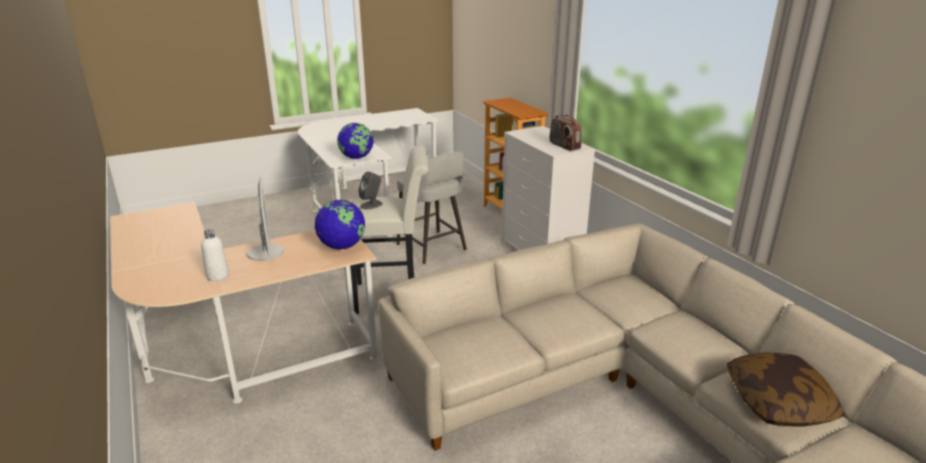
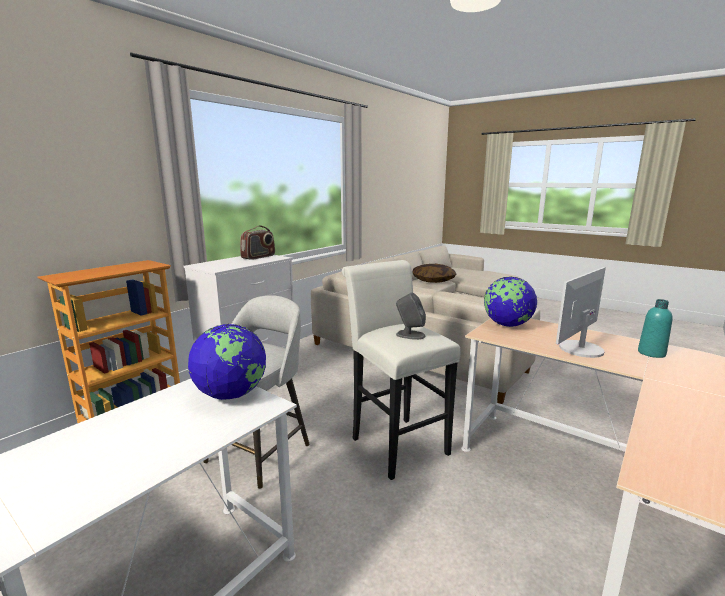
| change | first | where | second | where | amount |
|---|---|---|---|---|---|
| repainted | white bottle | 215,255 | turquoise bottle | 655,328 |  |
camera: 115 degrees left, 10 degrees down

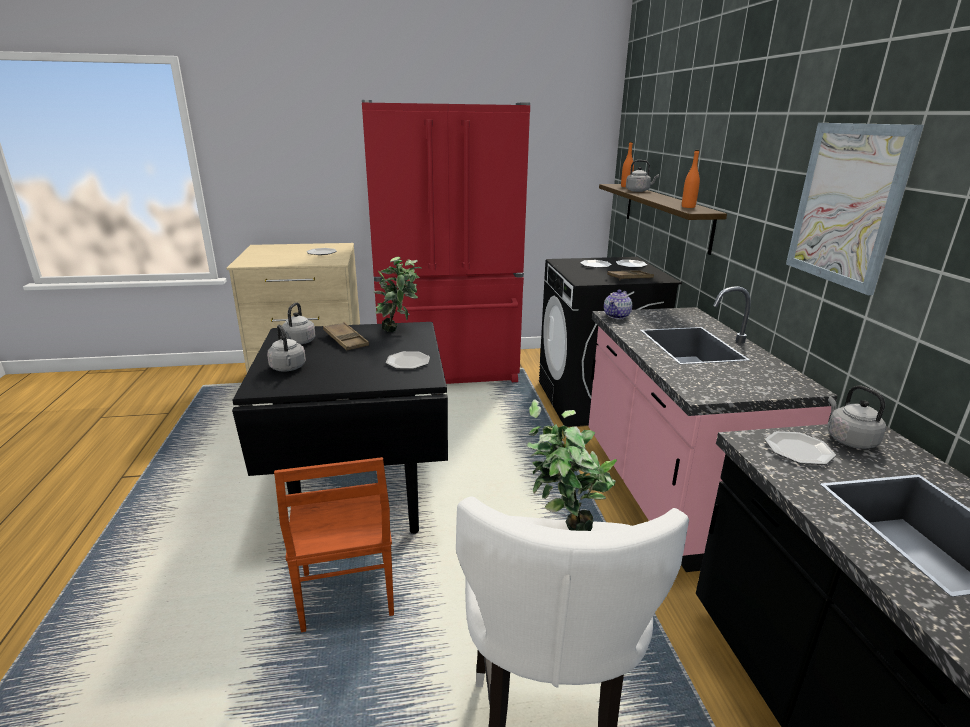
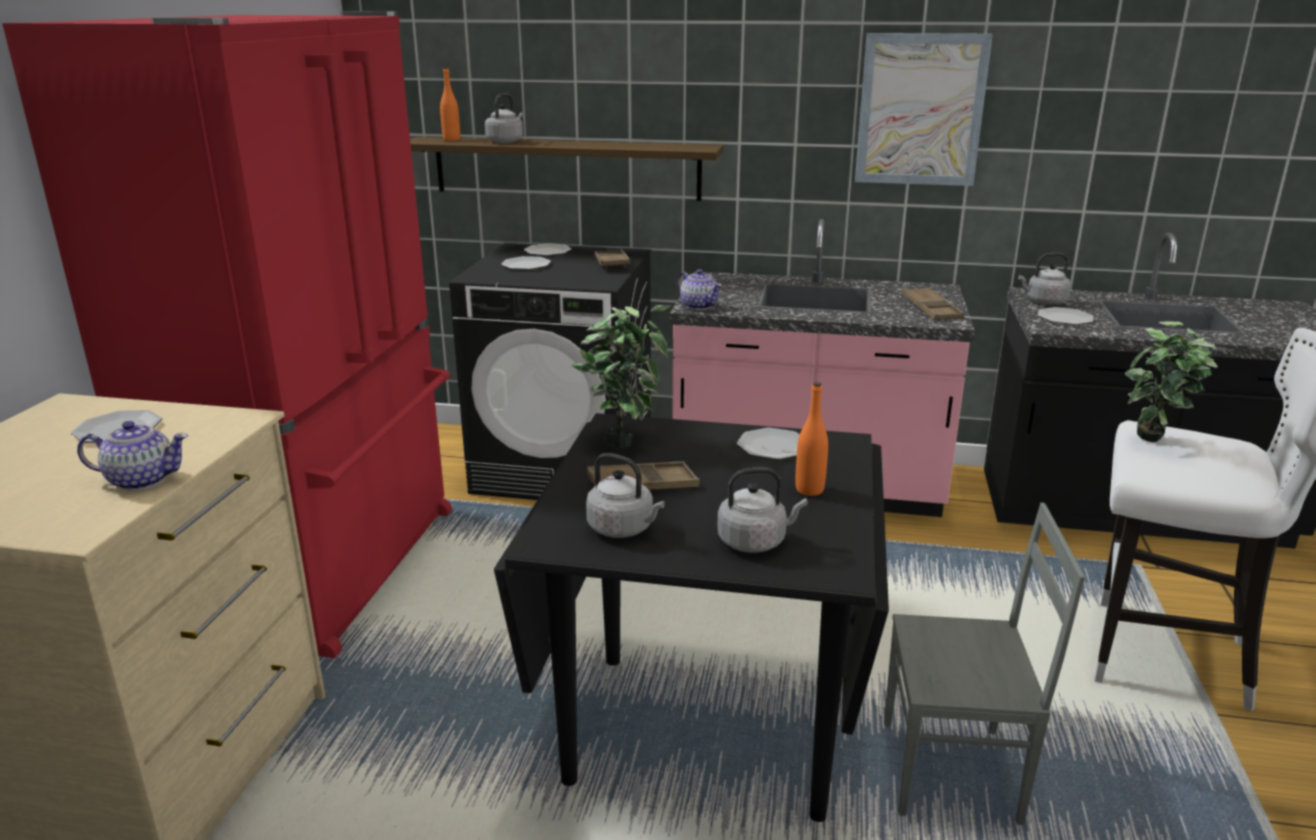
| change | first | where | second | where | amount |
|---|---|---|---|---|---|
| shifted | orange bottle | 691,179 |  | 811,439 |  |
| repainted | brown chair | 334,544 | grey chair | 984,664 |  |
| new |  |  | brown tray | 932,303 |  |
| new |  |  | teapot | 132,456 |  |
camera: 70 degrees left, 0 degrees up

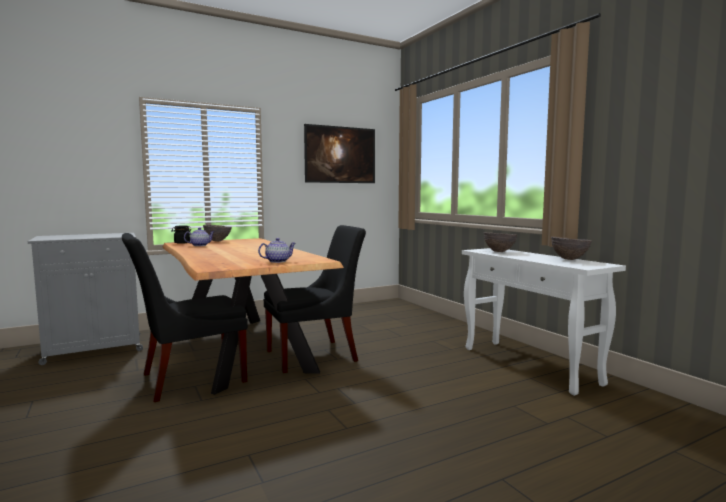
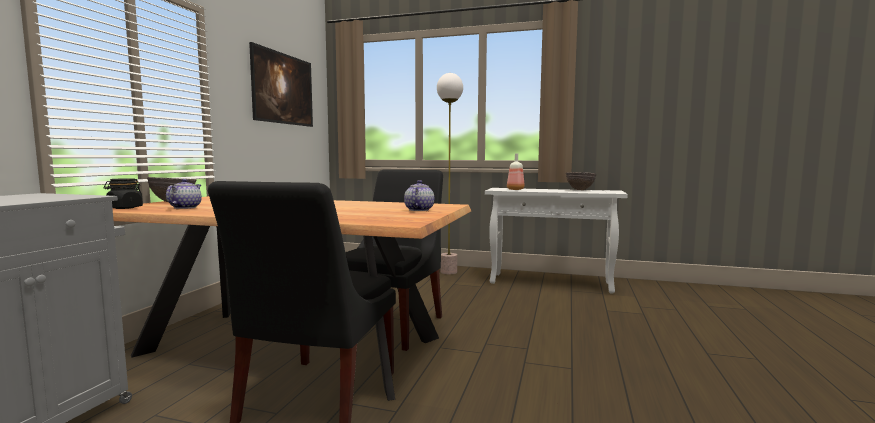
| change | first | where | second | where | amount |
|---|---|---|---|---|---|
| swapped | brown bowl | 500,242 | bottle | 516,171 |  |
| new |  |  | floor lamp | 450,173 |  |
camera: 45 degrees left, 0 degrees up

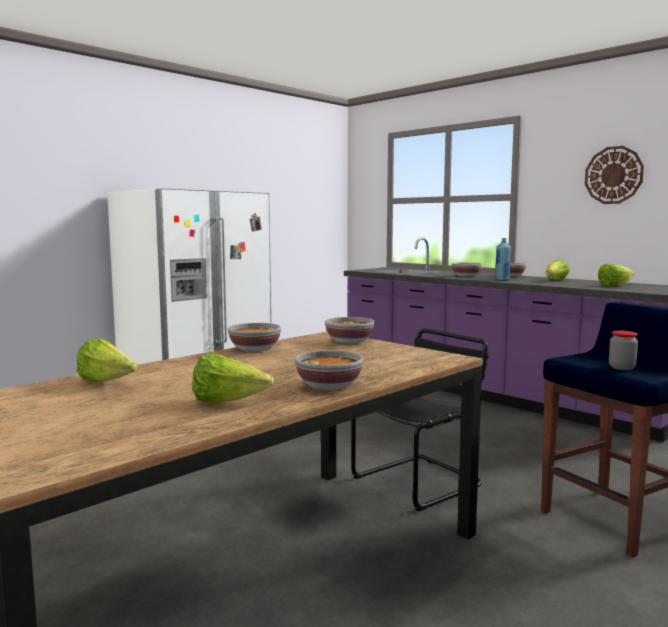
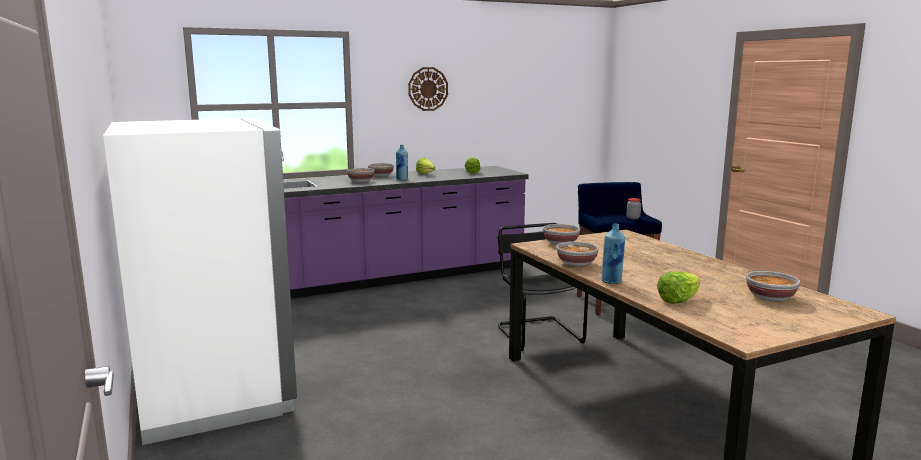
| change | first | where | second | where | amount |
|---|---|---|---|---|---|
| shifted | bowl | 329,370 |  | 773,286 |  |
| gone | lettuce | 233,378 |  |  |  |
| new |  |  | blue bottle | 613,254 |  |
camera: 70 degrees left, 5 degrees up

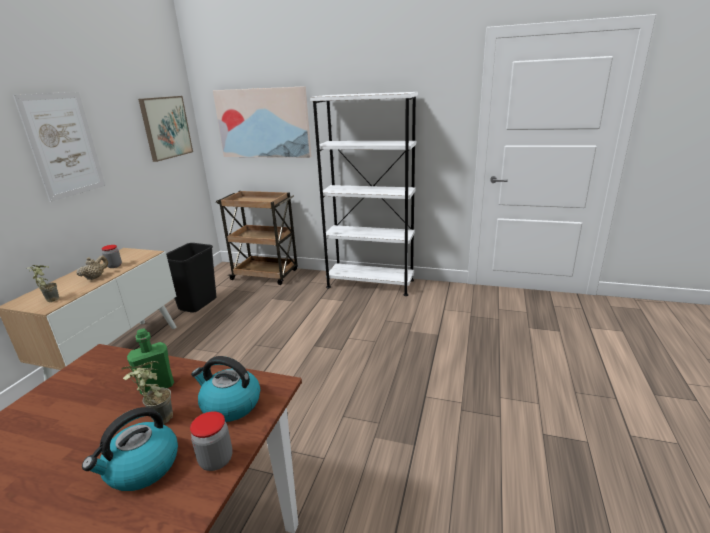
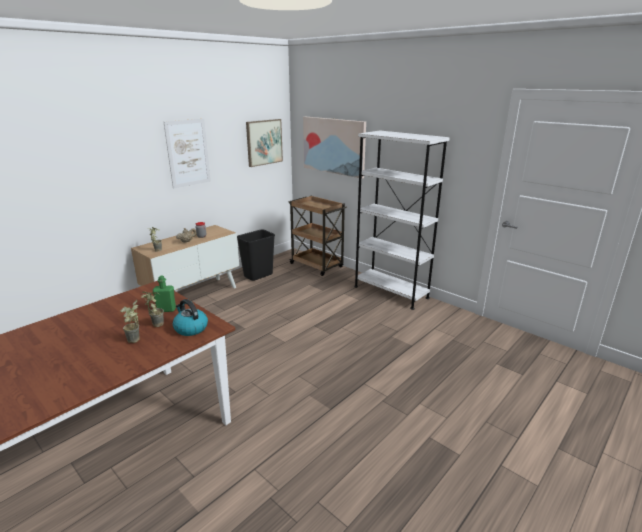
| change | first | where | second | where | amount |
|---|---|---|---|---|---|
| swapped | kettle | 130,449 | potted plant | 129,321 |  |
| gone | jar | 211,441 |  |  |  |
camera: 25 degrees right, 0 degrees up

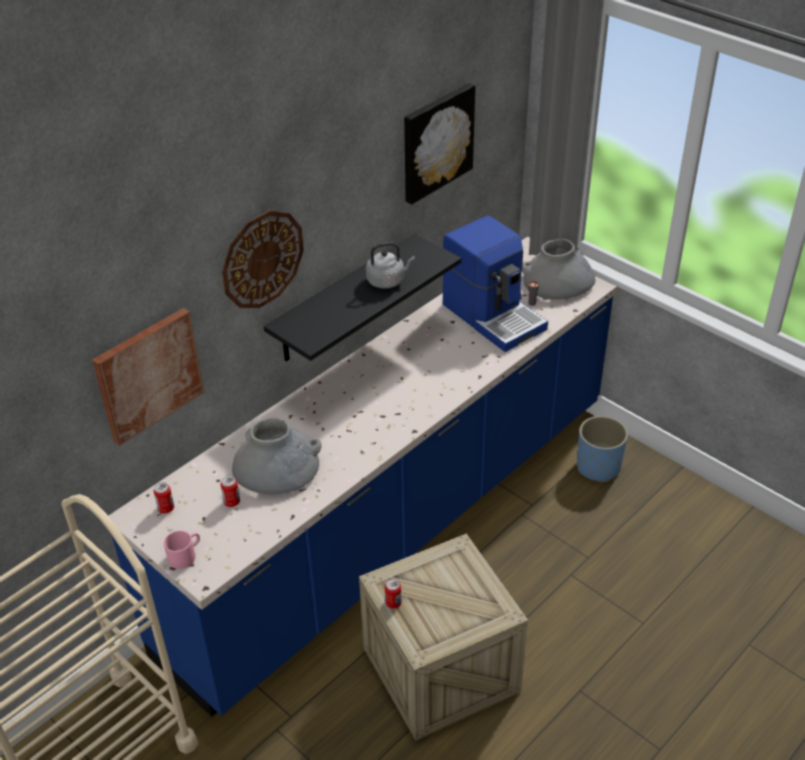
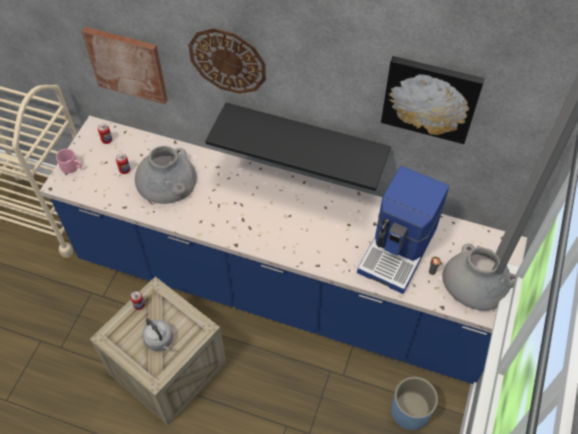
| change | first | where | second | where | amount |
|---|---|---|---|---|---|
| shifted | grey kettle | 390,265 |  | 157,334 |  |
camera: 65 degrees right, 15 degrees up

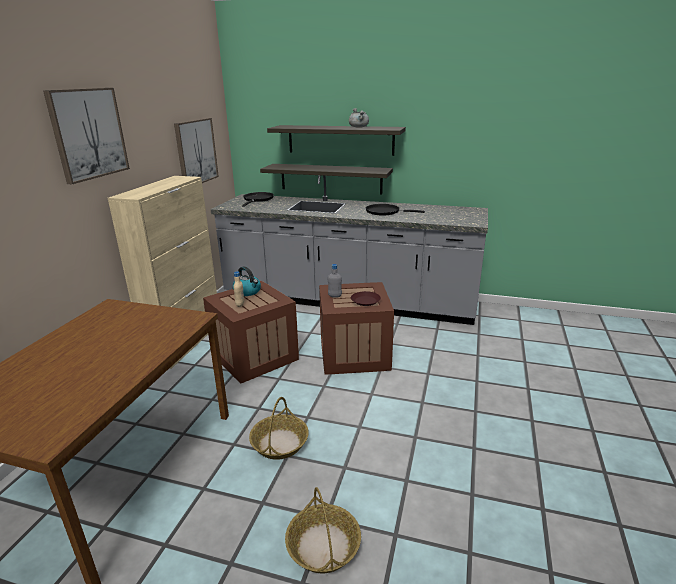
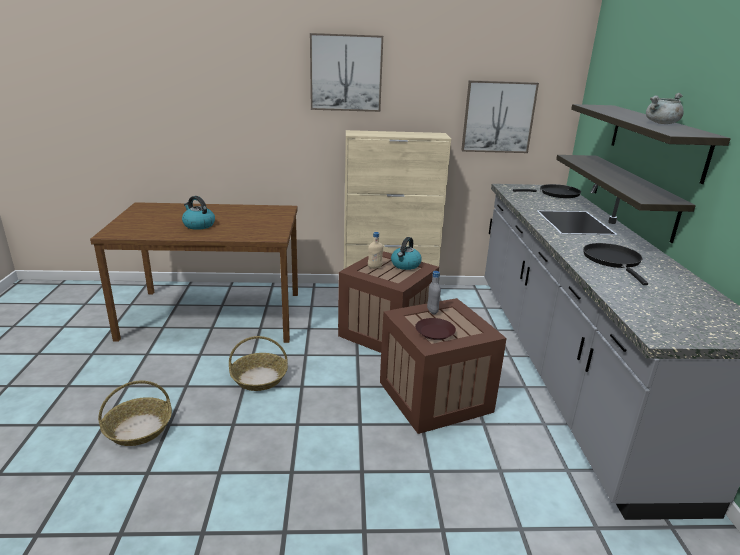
| change | first | where | second | where | amount |
|---|---|---|---|---|---|
| new |  |  | kettle | 198,213 |  |
camera: 70 degrees right, 0 degrees up

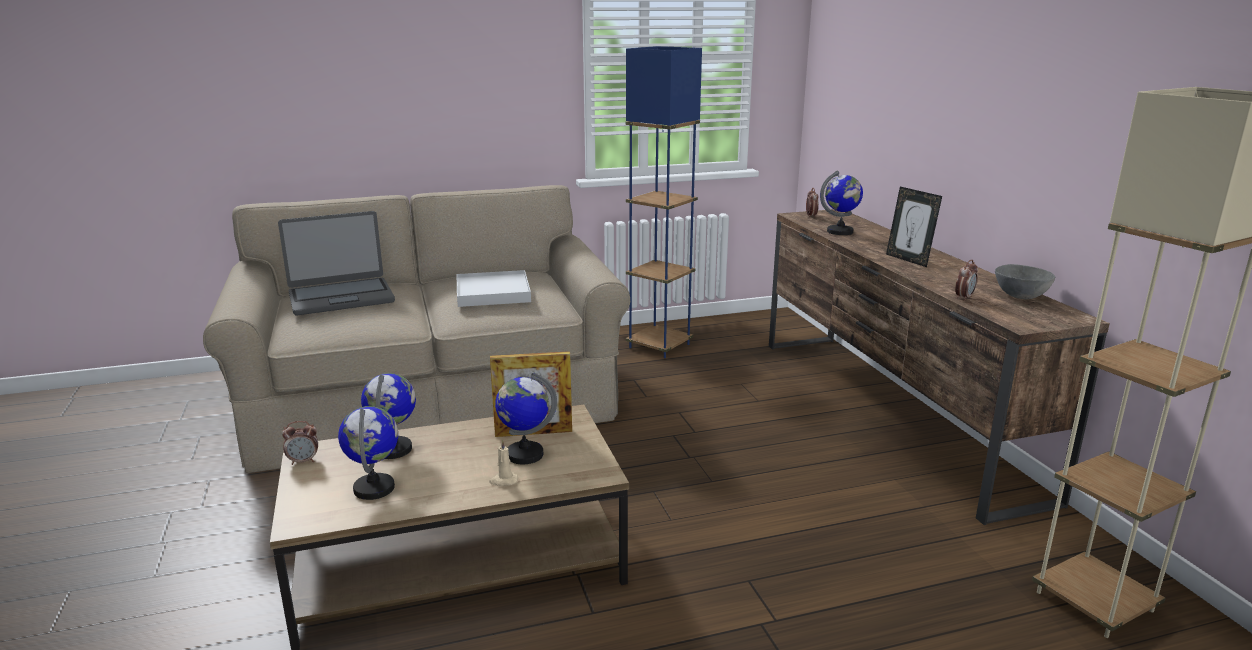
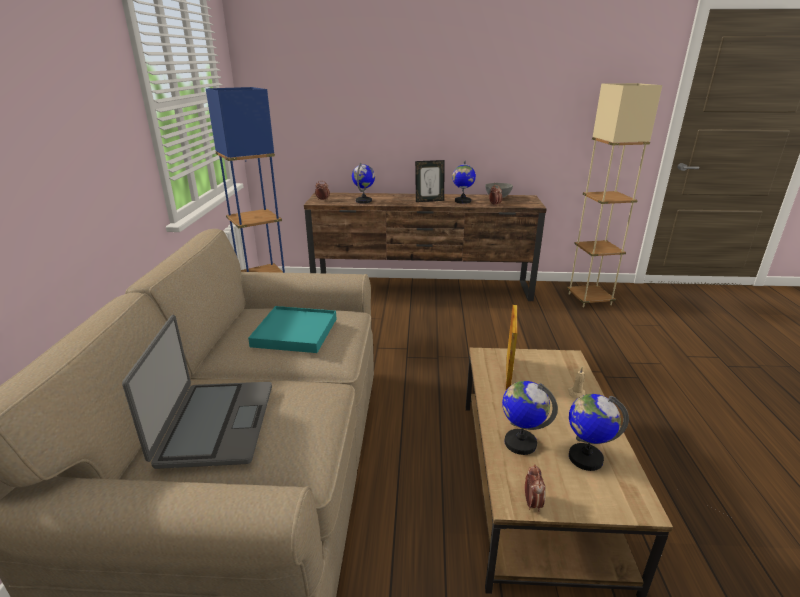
| change | first | where | second | where | amount |
|---|---|---|---|---|---|
| repainted | white tray | 493,288 | turquoise tray | 292,329 |  |
| shifted | globe | 526,418 |  | 464,182 |  |
camera: 70 degrees left, 5 degrees up

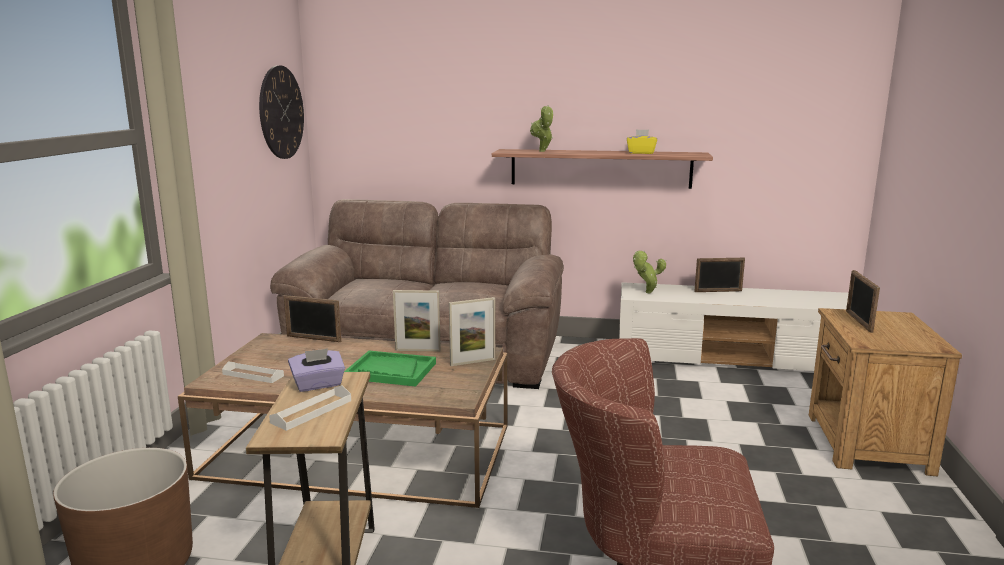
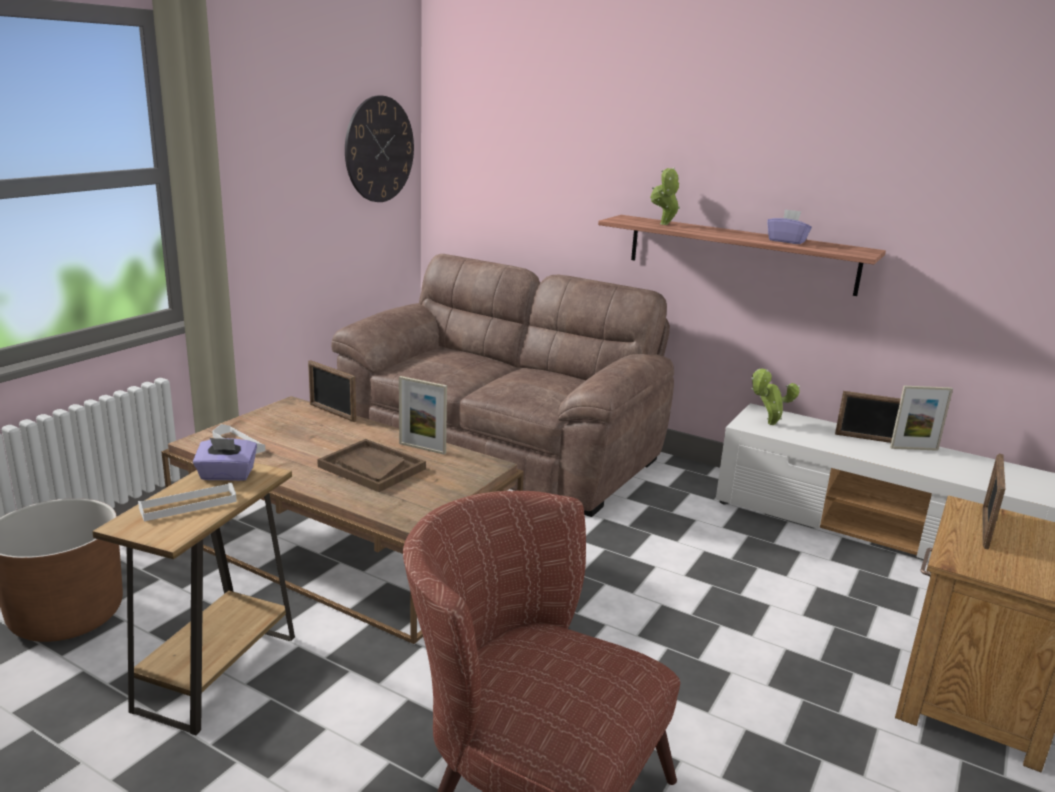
| change | first | where | second | where | amount |
|---|---|---|---|---|---|
| repainted | yellow tissue box | 642,141 | purple tissue box | 789,226 |  |
| shifted | picture frame | 472,331 |  | 921,418 |  |
| repainted | green tray | 390,369 | brown tray | 371,465 |  |
camera: 20 degrees right, 5 degrees up

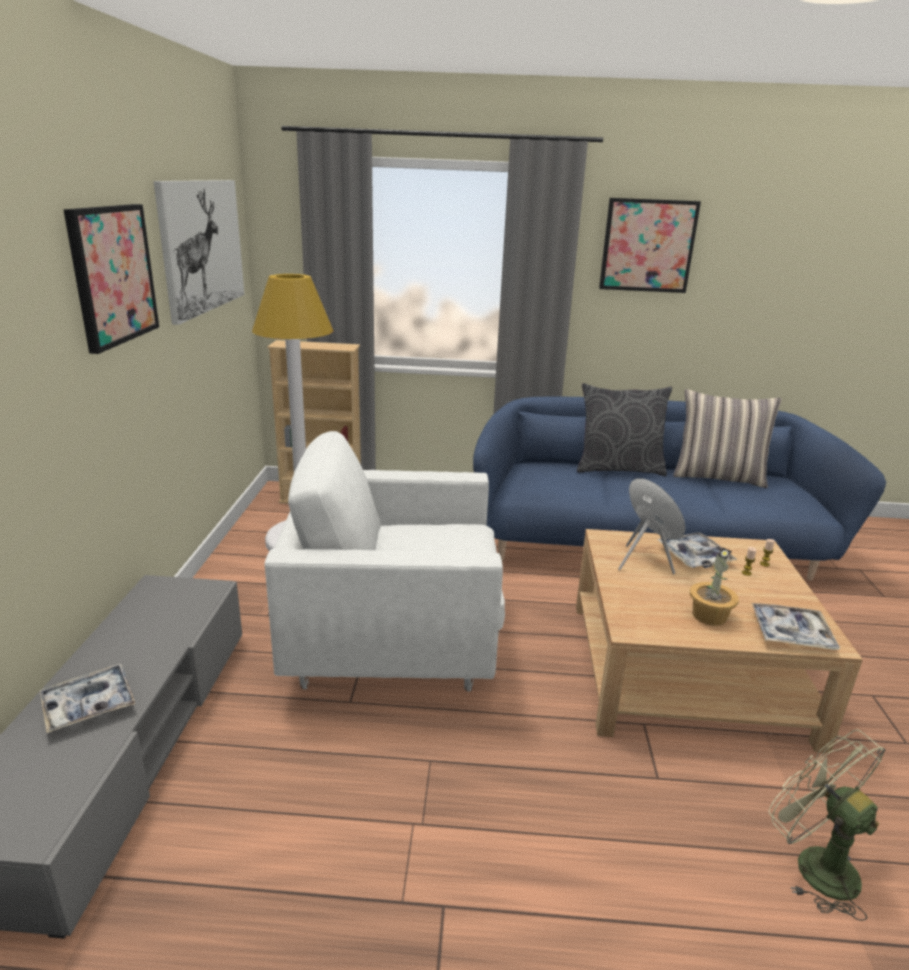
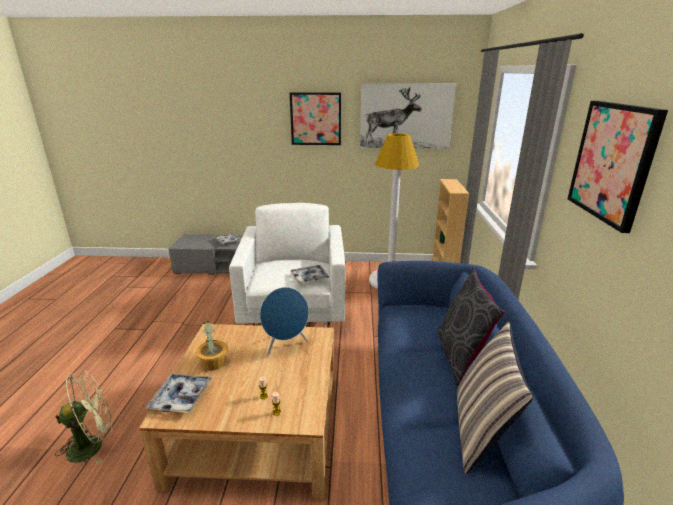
| change | first | where | second | where | amount |
|---|---|---|---|---|---|
| shifted | tray | 697,550 |  | 309,274 |  |
camera: 90 degrees right, 0 degrees up

